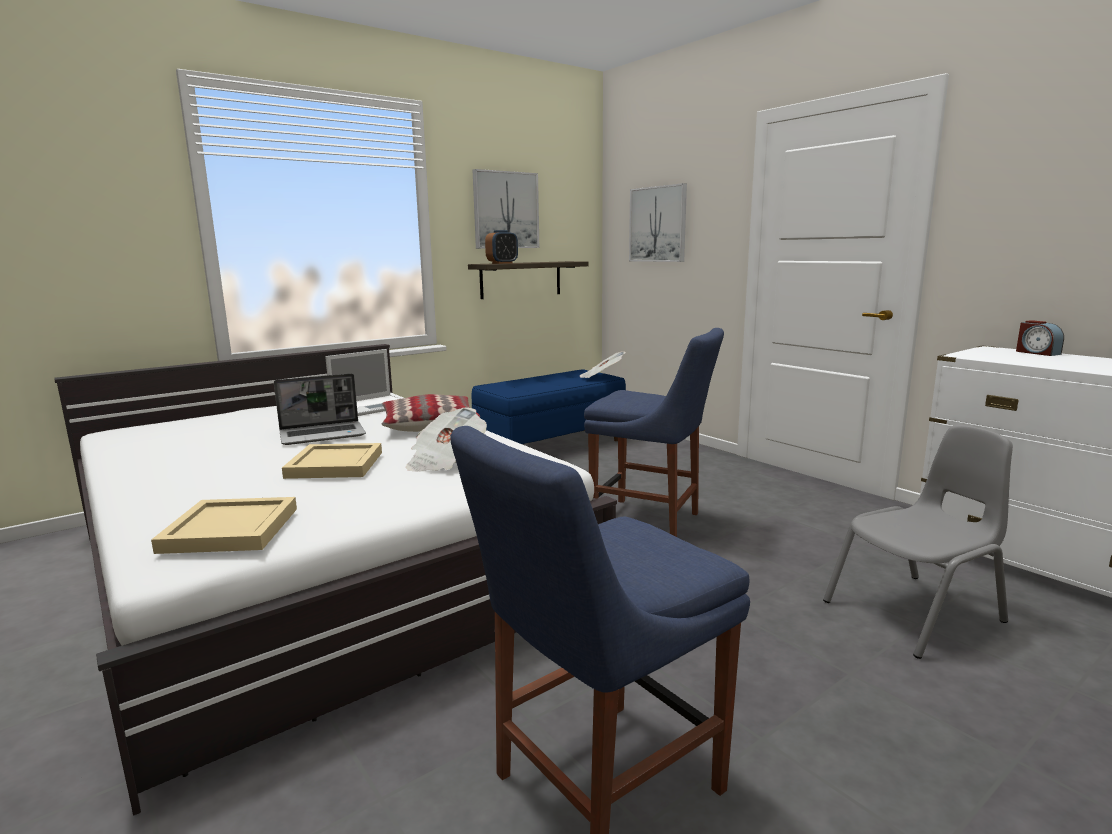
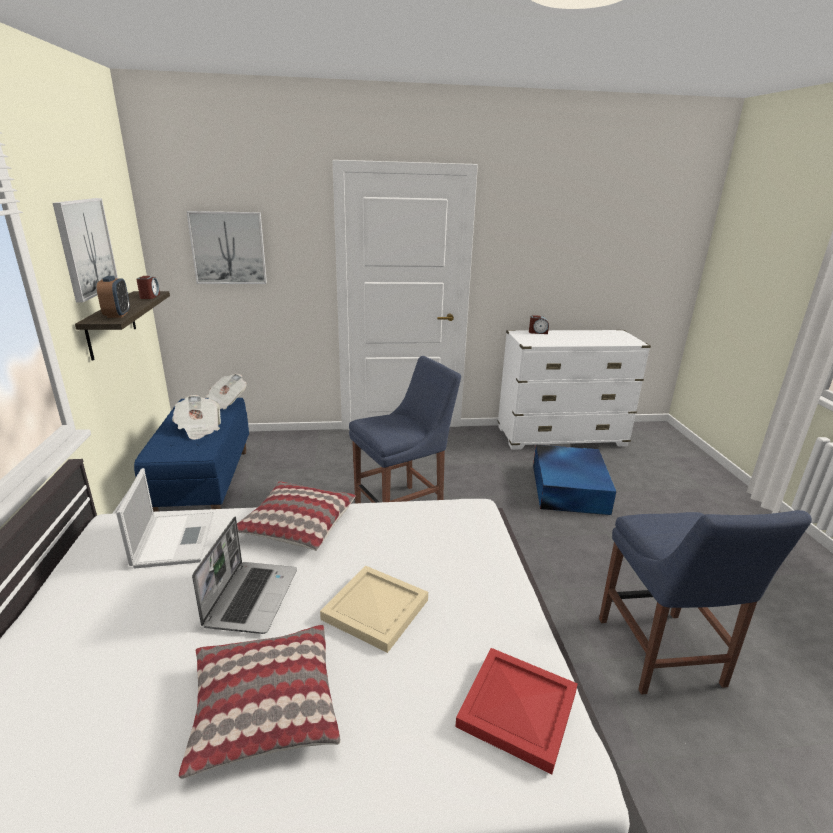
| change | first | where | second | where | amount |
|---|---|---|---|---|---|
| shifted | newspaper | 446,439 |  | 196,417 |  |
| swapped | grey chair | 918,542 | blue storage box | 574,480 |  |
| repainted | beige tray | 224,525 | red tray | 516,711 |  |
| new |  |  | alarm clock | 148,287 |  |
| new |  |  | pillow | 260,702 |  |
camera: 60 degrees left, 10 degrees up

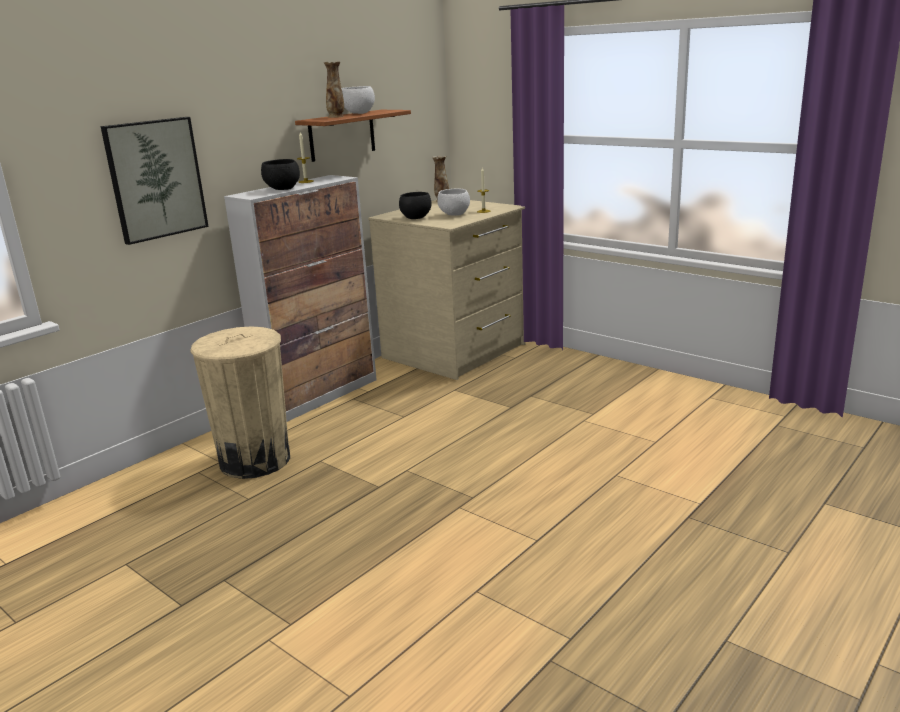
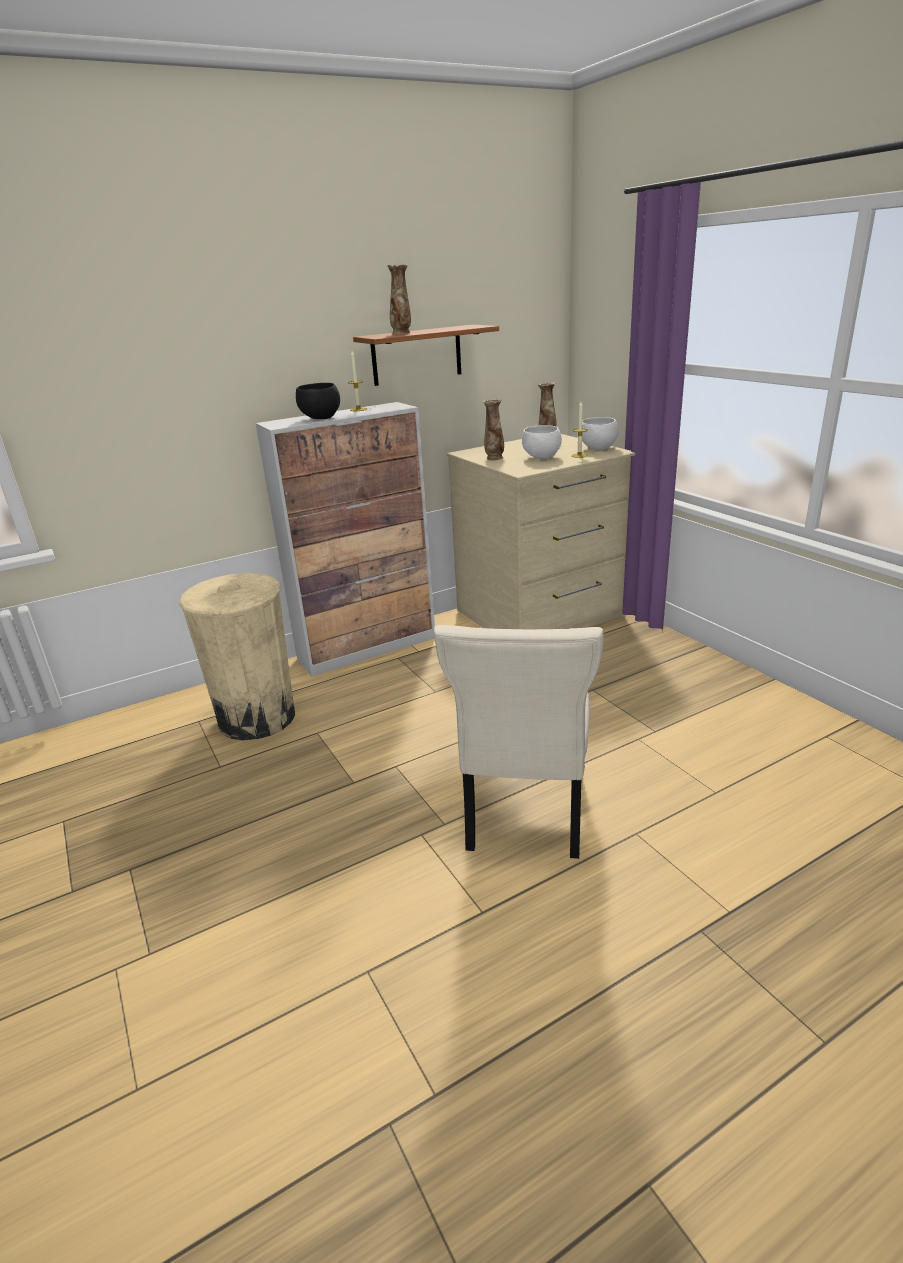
| change | first | where | second | where | amount |
|---|---|---|---|---|---|
| shifted | white bowl | 358,100 |  | 600,433 |  |
| gone | picture | 155,181 |  |  |  |
| swapped | black bowl | 415,205 | vase | 493,429 |  |
| new |  |  | beige chair | 519,742 |  |
camera: 20 degrees right, 5 degrees up

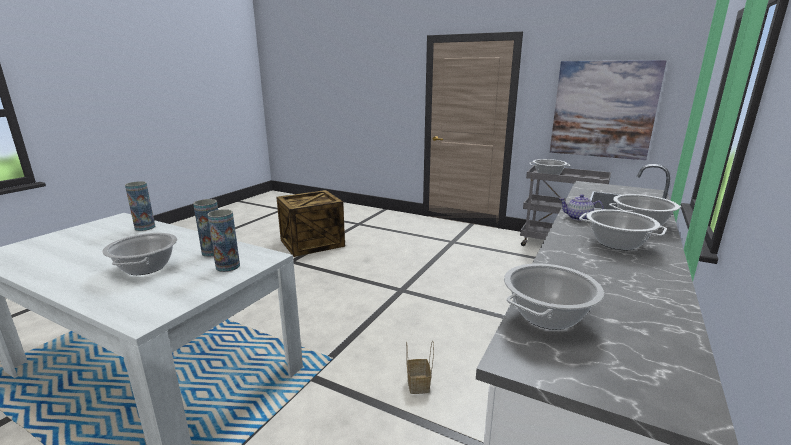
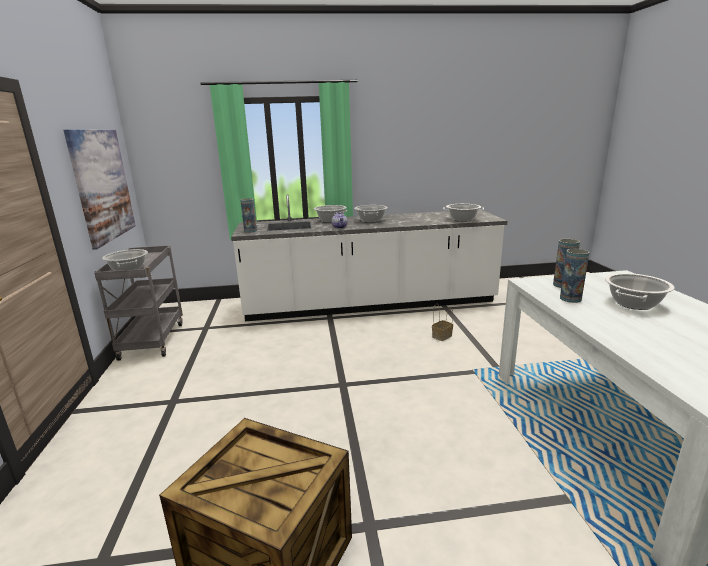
| change | first | where | second | where | amount |
|---|---|---|---|---|---|
| shifted | vase | 140,206 |  | 248,215 |  |
camera: 125 degrees left, 0 degrees up

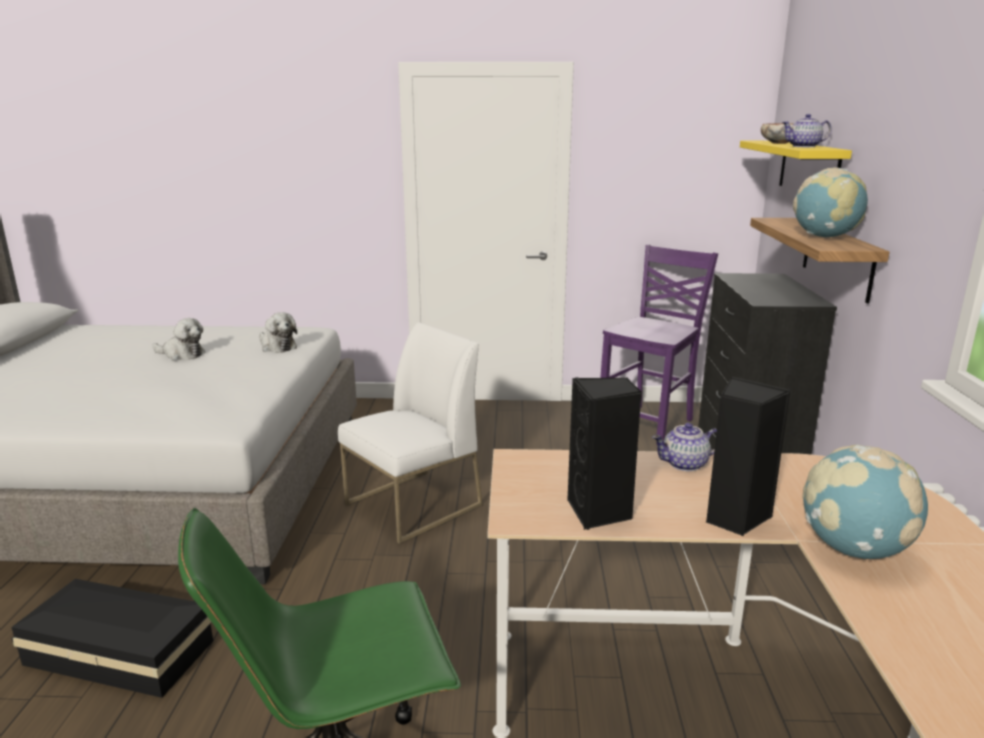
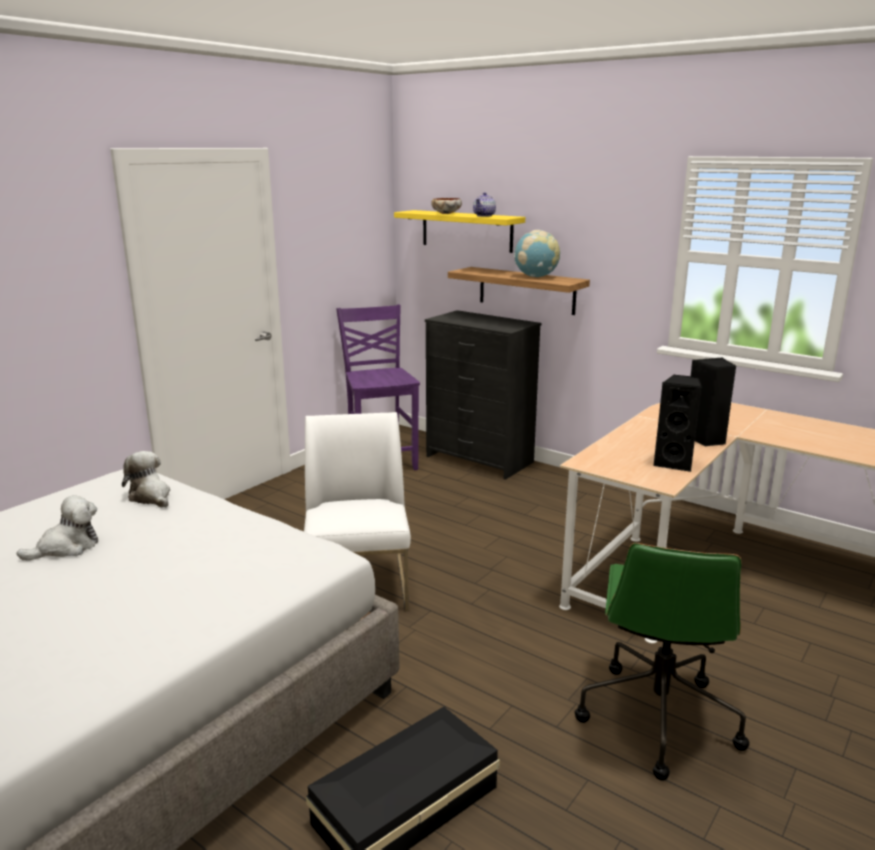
| change | first | where | second | where | amount |
|---|---|---|---|---|---|
| rotated | plush toy | 278,332 |  | 146,479 | 120 degrees counterclockwise |
| gone | teapot | 684,447 |  |  |  |
| gone | globe | 865,502 |  |  |  |
camera: 55 degrees left, 0 degrees up

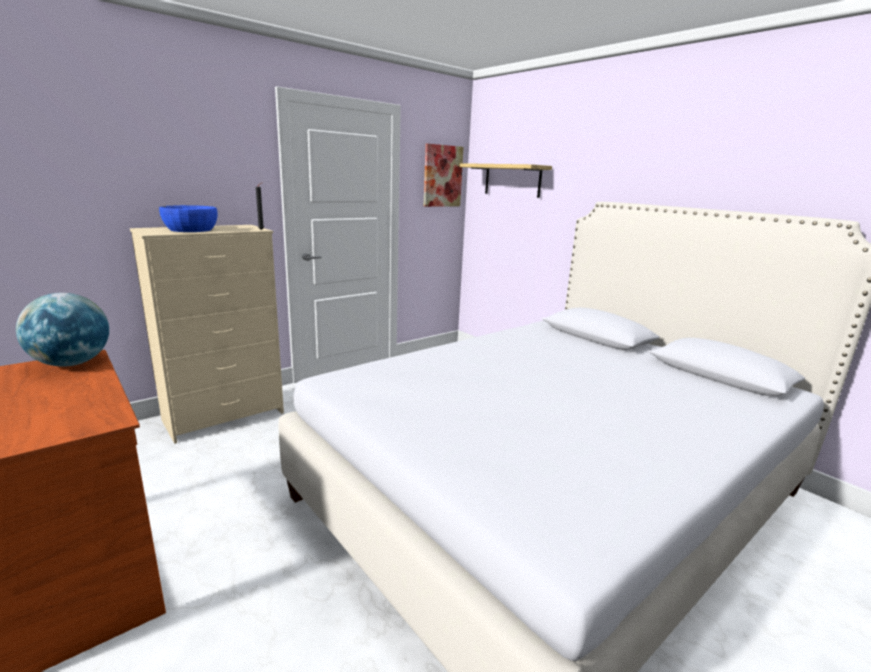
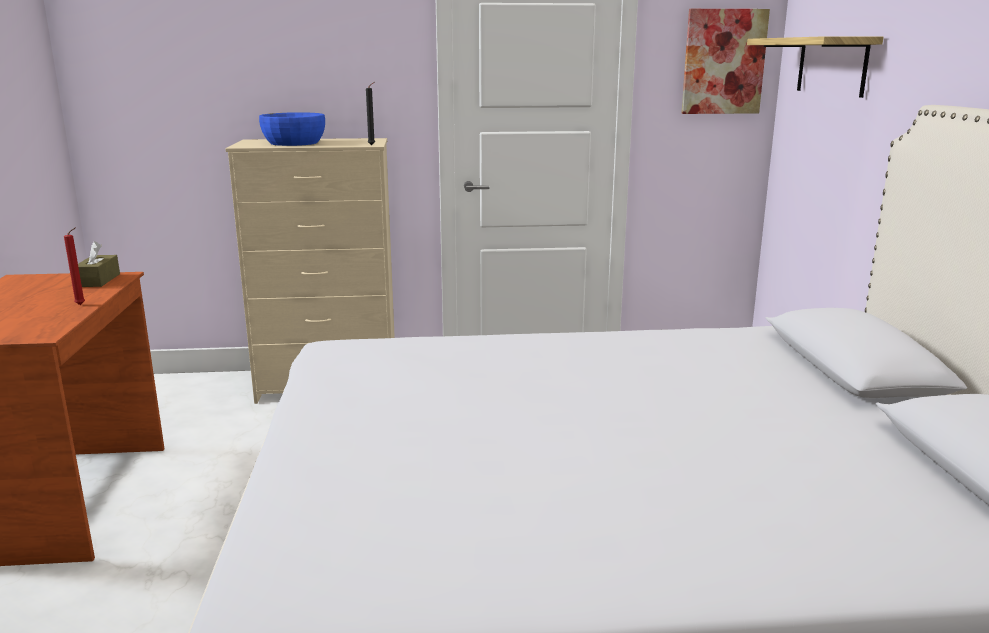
| change | first | where | second | where | amount |
|---|---|---|---|---|---|
| swapped | globe | 62,330 | brown tissue box | 99,264 |  |
| new |  |  | red candle | 74,266 |  |
camera: 35 degrees right, 0 degrees up

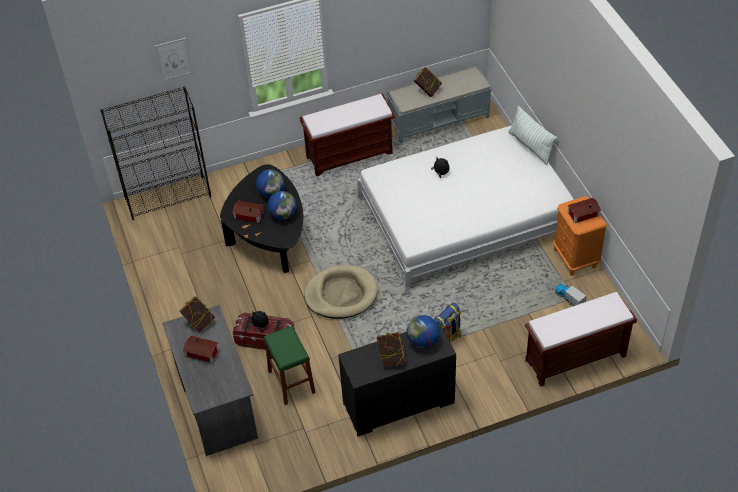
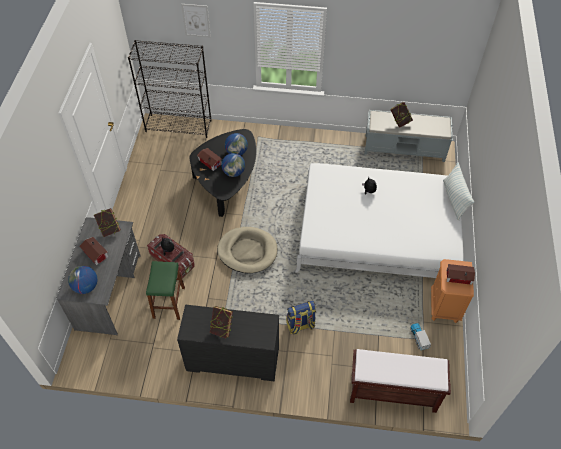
| change | first | where | second | where | amount |
|---|---|---|---|---|---|
| gone | brown bench | 347,135 |  |  |  |
| shifted | globe | 422,331 |  | 83,280 |  |
camera: 25 degrees right, 5 degrees up

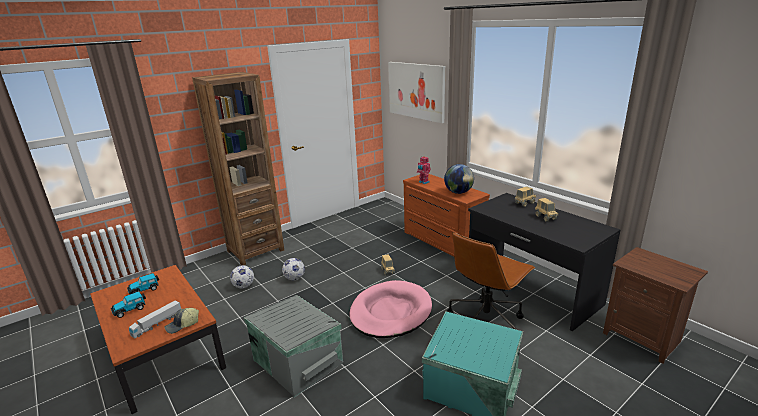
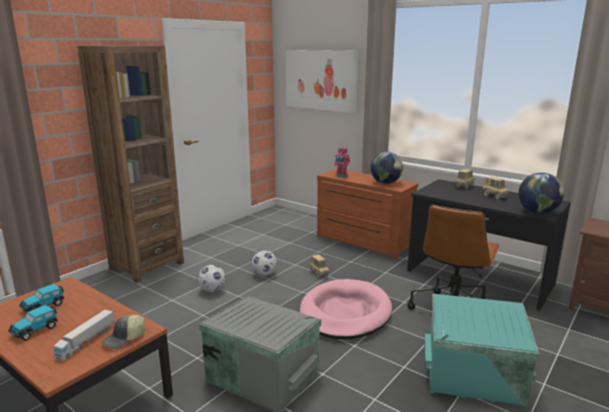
| change | first | where | second | where | amount |
|---|---|---|---|---|---|
| shifted | football | 242,277 |  | 264,263 |  |
| new |  |  | globe | 541,193 |  |
camera: 15 degrees left, 5 degrees down

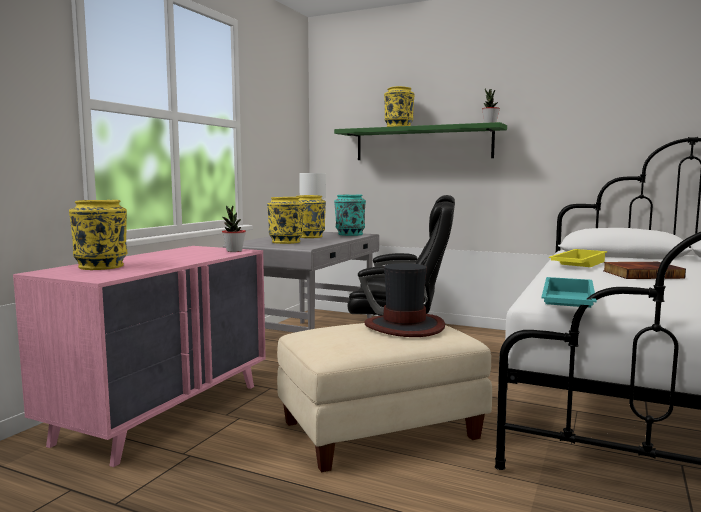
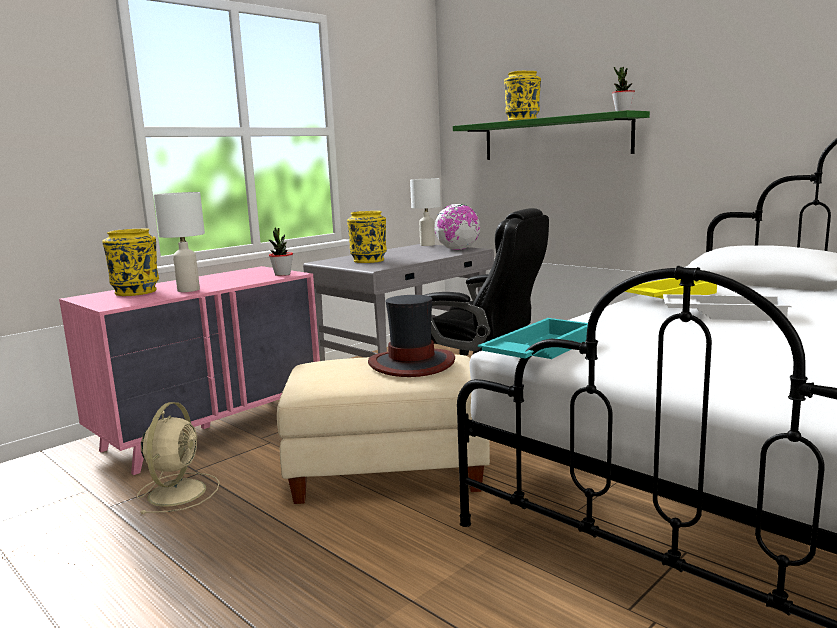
| change | first | where | second | where | amount |
|---|---|---|---|---|---|
| swapped | turquoise vase | 350,215 | globe | 457,227 |  |
| gone | yellow vase | 311,216 |  |  |  |
| swapped | book | 644,270 | white tray | 727,307 |  |
| new |  |  | white table lamp | 179,242 |  |
| new |  |  | beige fan | 178,458 |  |
camera: 20 degrees right, 5 degrees up

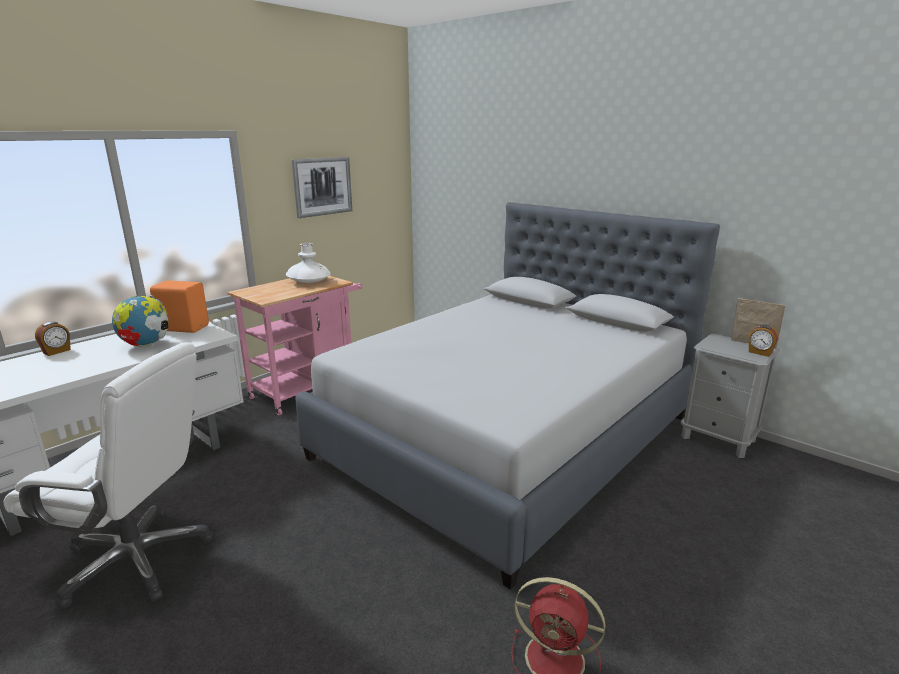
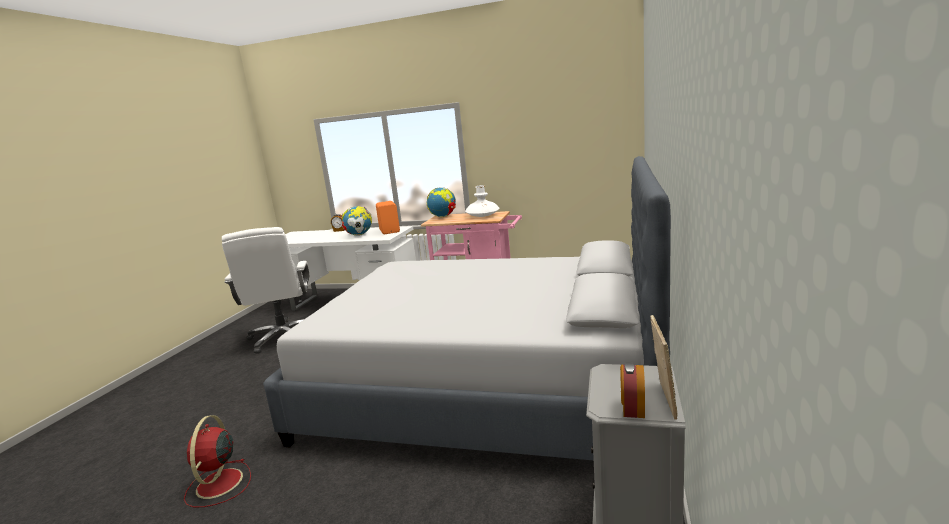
| change | first | where | second | where | amount |
|---|---|---|---|---|---|
| gone | picture | 322,187 |  |  |  |
| new |  |  | globe | 441,202 |  |
camera: 65 degrees right, 5 degrees down

